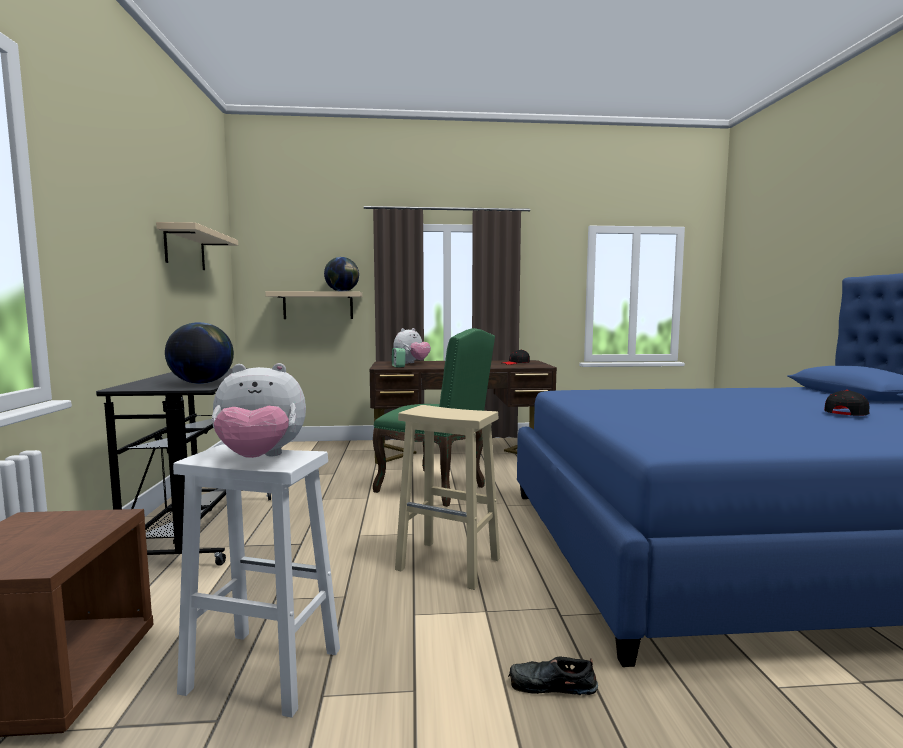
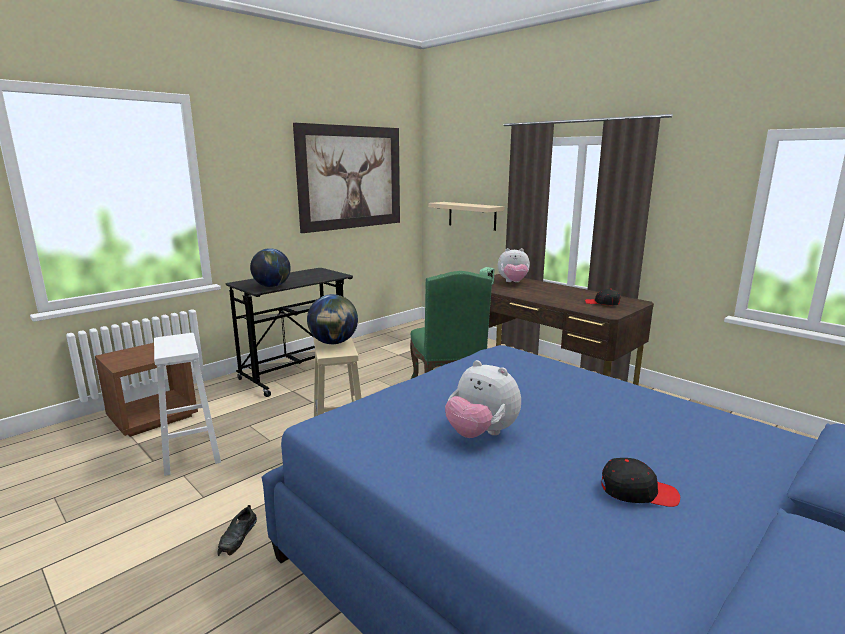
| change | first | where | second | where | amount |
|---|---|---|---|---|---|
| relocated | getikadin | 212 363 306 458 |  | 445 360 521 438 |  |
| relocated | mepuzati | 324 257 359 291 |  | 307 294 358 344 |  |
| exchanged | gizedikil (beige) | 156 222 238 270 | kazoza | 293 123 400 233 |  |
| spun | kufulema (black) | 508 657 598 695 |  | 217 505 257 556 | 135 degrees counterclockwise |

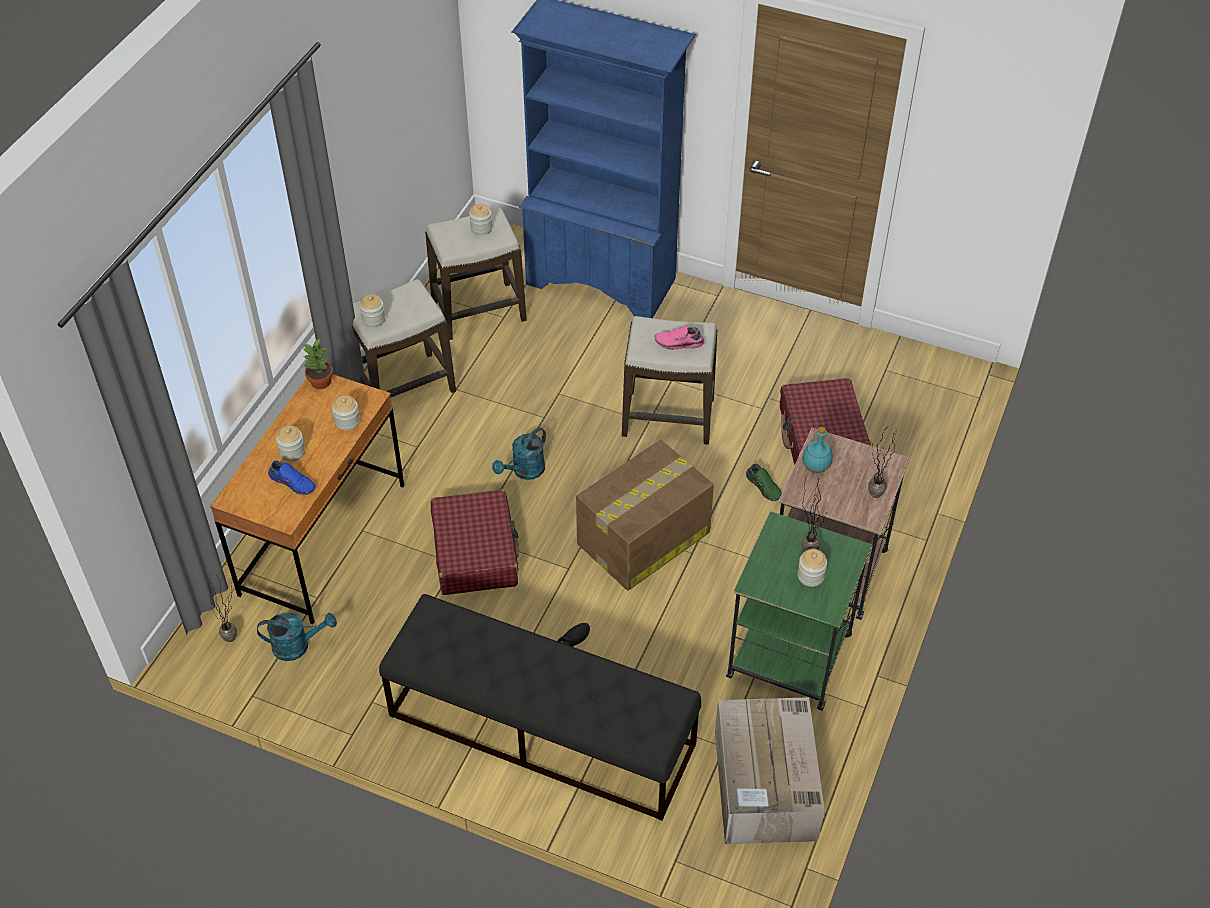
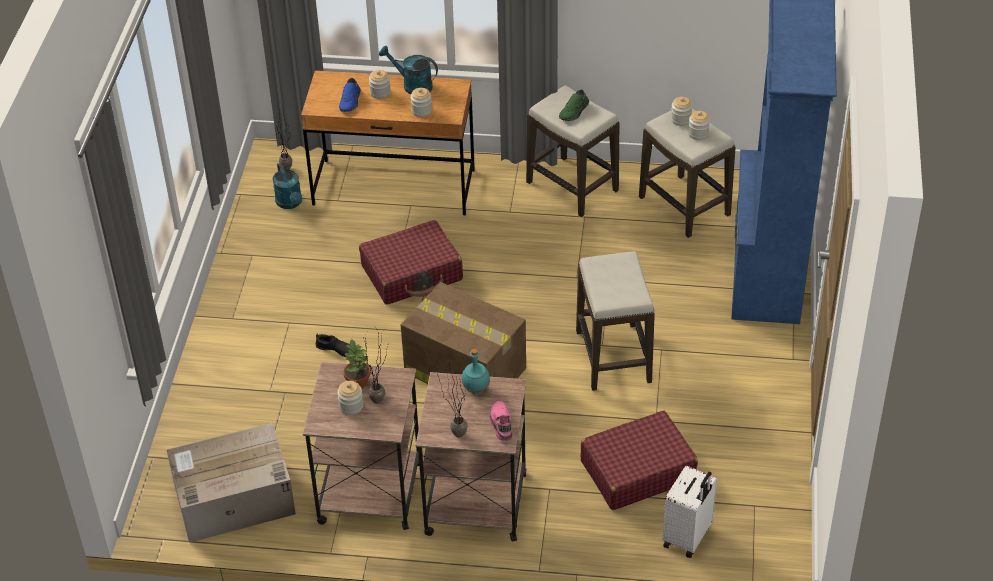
| change | first | where | second | where | amount |
|---|---|---|---|---|---|
| missing | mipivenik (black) | 379 594 701 821 |  |  |  |
| appeared |  |  | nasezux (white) | 663 465 717 558 |  |
| relocated | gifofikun | 303 339 333 389 |  | 343 338 371 388 |  |
| relocated | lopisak | 360 294 385 327 |  | 671 97 692 126 |  |
| relocated | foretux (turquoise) | 492 427 546 480 |  | 379 46 438 94 |  |
| relocated | kufulema (pink) | 654 326 704 350 |  | 489 401 513 442 |  |
| relocated | kufulema (green) | 746 464 782 501 |  | 559 90 589 121 |  |
| colour | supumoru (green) | 726 511 872 711 | supumoru (brown) | 303 362 420 530 |  |

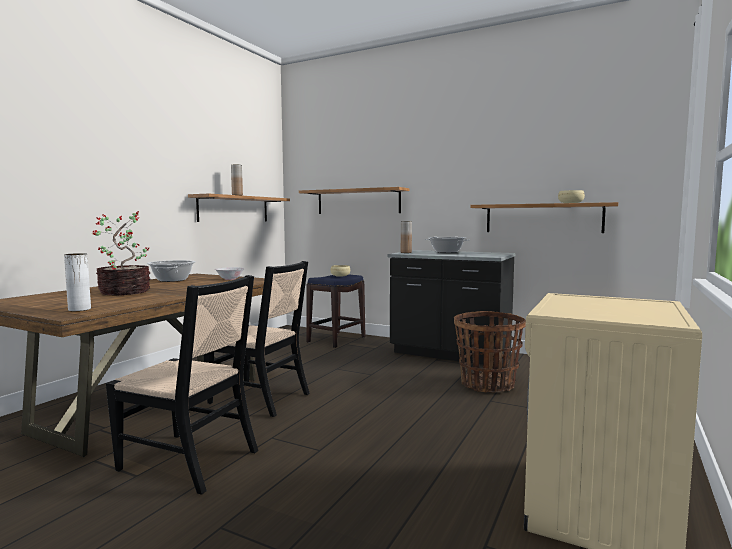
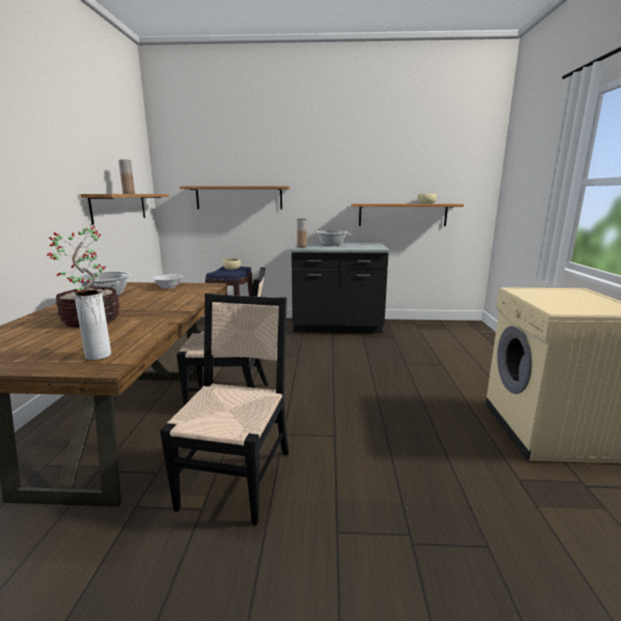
| change | first | where | second | where | amount |
|---|---|---|---|---|---|
| missing | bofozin | 454 311 526 392 |  |  |  |
| spun | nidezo | 106 275 258 495 |  | 160 293 289 525 | 75 degrees counterclockwise |

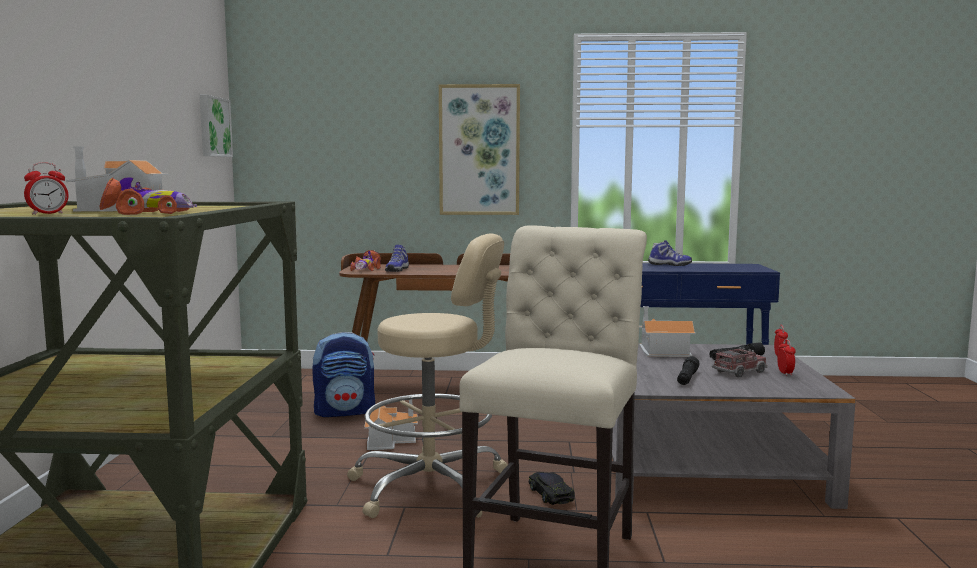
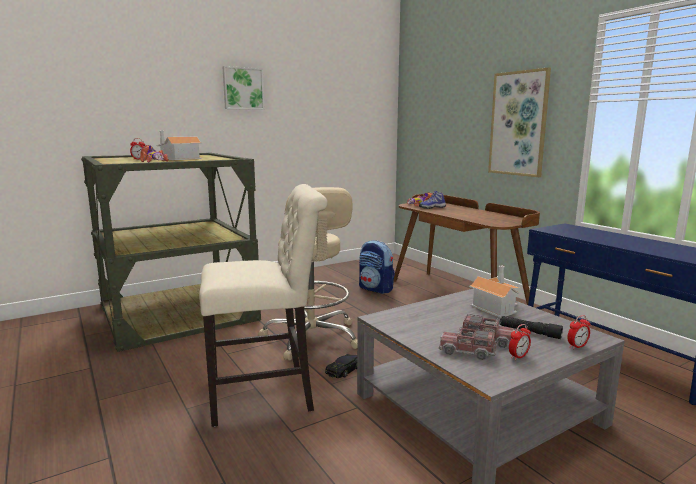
| change | first | where | second | where | amount |
|---|---|---|---|---|---|
| missing | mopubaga | 364 399 418 450 |  |  |  |
| missing | kufulema | 648 240 692 266 |  |  |  |
| missing | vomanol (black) | 677 356 699 385 |  |  |  |
| appeared |  |  | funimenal | 439 327 497 360 |  |
| relocated | kazoza | 200 95 233 157 |  | 223 66 265 110 |  |

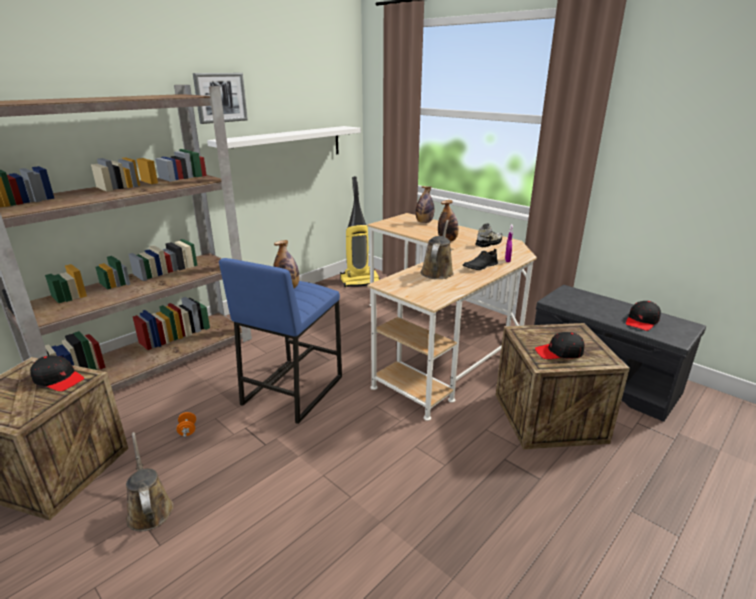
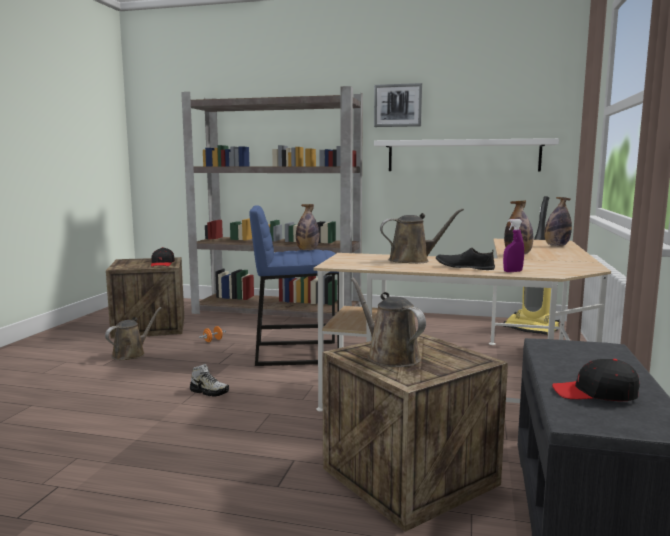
| change | first | where | second | where | amount |
|---|---|---|---|---|---|
| relocated | kufulema | 476 223 502 247 |  | 190 364 229 396 |  |
| exchanged | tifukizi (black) | 535 332 585 359 | foretux (brown) | 351 278 426 367 |  |

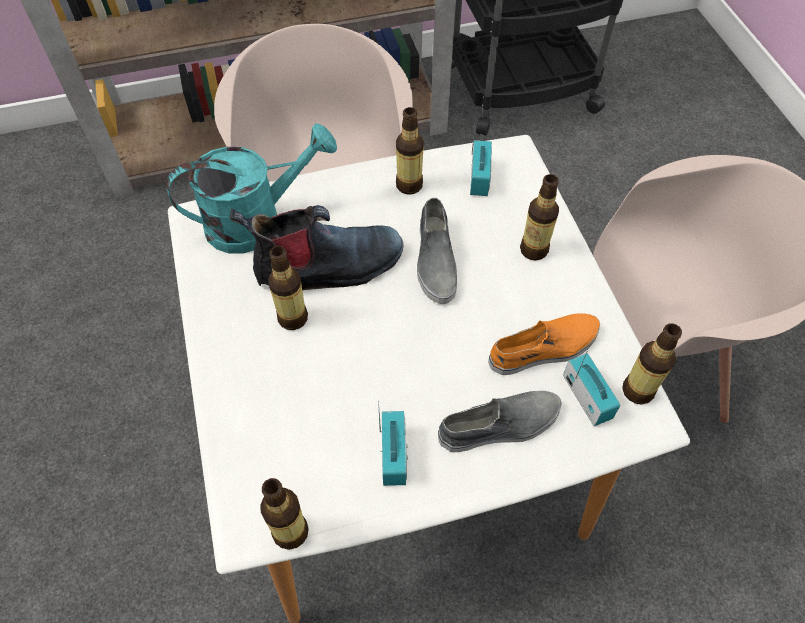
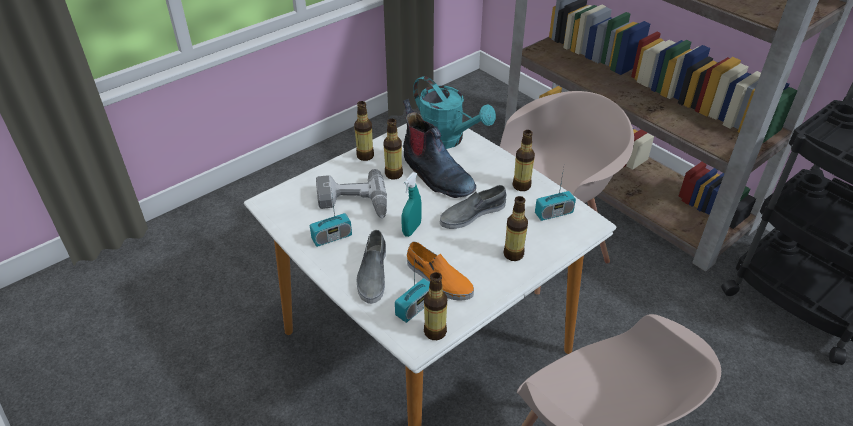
| change | first | where | second | where | amount |
|---|---|---|---|---|---|
| appeared |  |  | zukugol | 316 169 387 218 |  |
| appeared |  |  | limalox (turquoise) | 401 172 422 237 |  |
| relocated | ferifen | 260 478 309 550 |  | 354 101 374 161 |  |
| spun | kufulema (grey) | 438 391 562 452 |  | 357 230 386 304 | 45 degrees clockwise |

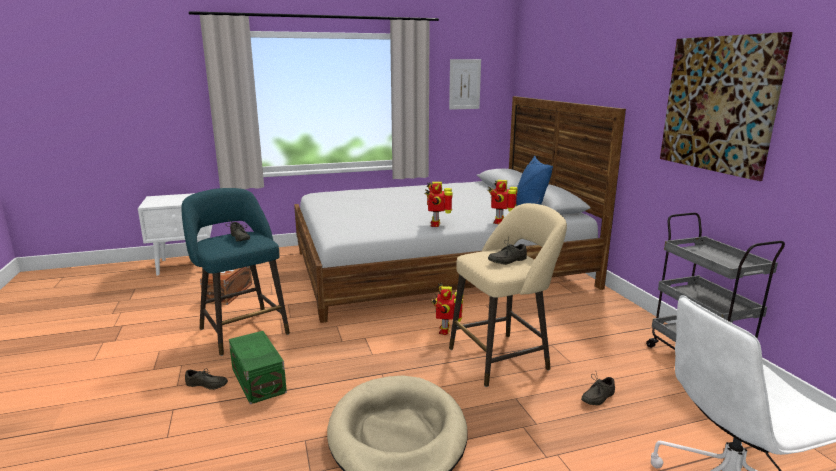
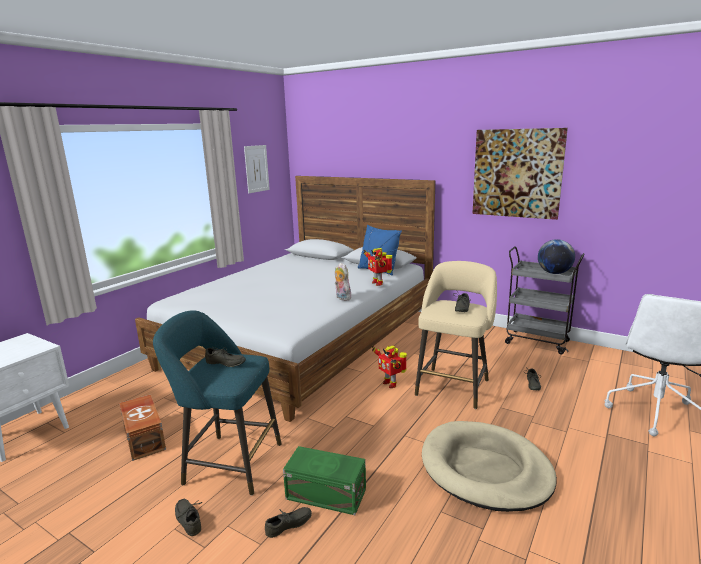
| change | first | where | second | where | amount |
|---|---|---|---|---|---|
| appeared |  |  | kufulema (grey) | 175 499 202 536 |  |
| appeared |  |  | mepuzati | 538 239 575 274 |  |
| exchanged | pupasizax | 425 182 453 227 | getikadin | 335 263 351 301 |  |

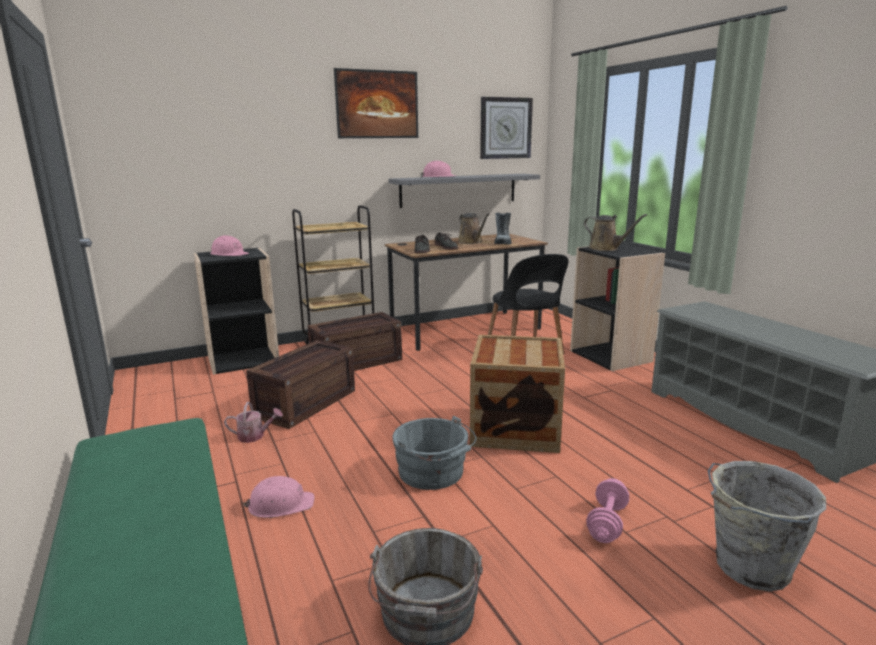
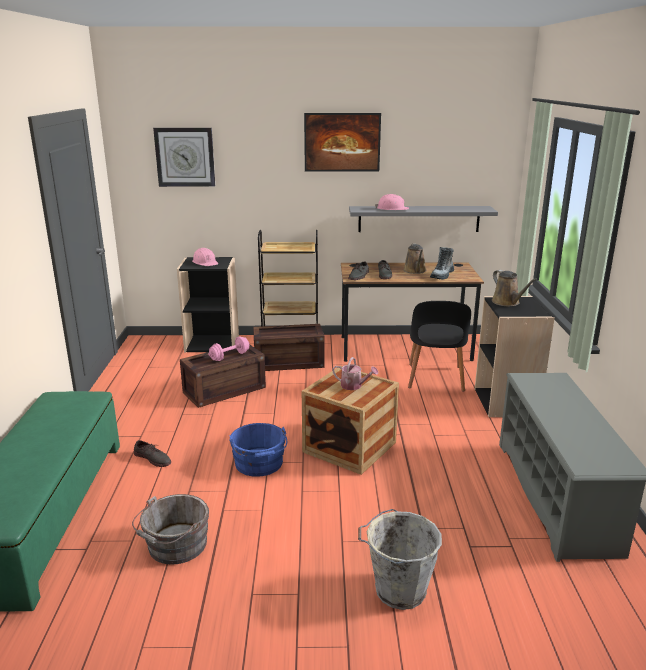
| change | first | where | second | where | amount |
|---|---|---|---|---|---|
| relocated | foretux | 224 402 283 443 |  | 333 357 378 390 |  |
| relocated | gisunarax | 480 97 533 159 |  | 153 128 215 187 |  |
| relocated | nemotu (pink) | 586 478 629 543 |  | 208 337 249 361 |  |
| exchanged | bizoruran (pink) | 243 476 314 518 | kufulema (grey) | 134 440 171 467 |  |
| colour | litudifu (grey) | 392 416 477 490 | litudifu (blue) | 229 423 287 477 |  |

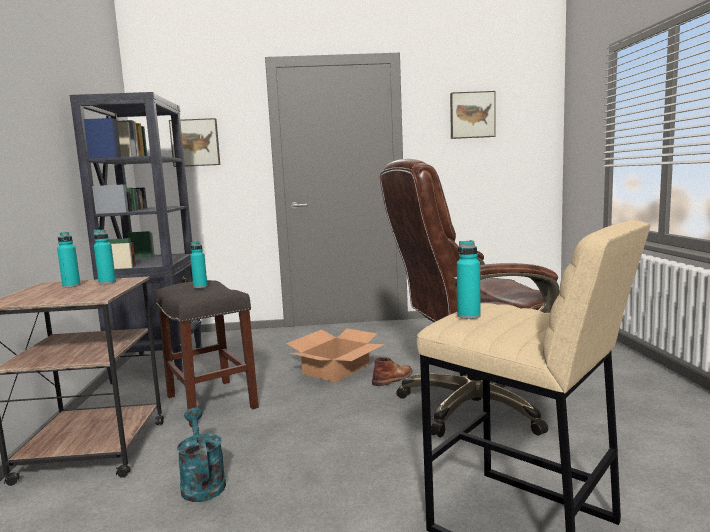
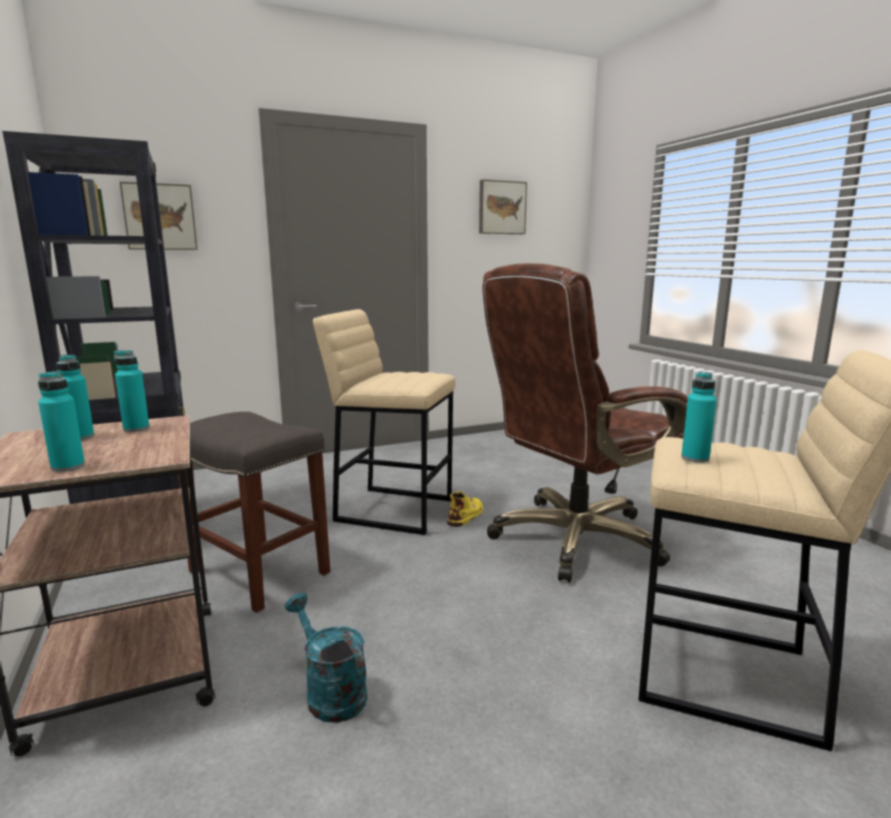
| change | first | where | second | where | amount |
|---|---|---|---|---|---|
| relocated | ferifen (turquoise) | 190 241 207 288 |  | 38 371 85 472 |  |
| exchanged | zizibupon | 286 328 385 383 | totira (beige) | 313 309 456 535 |  |
| colour | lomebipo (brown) | 372 357 413 386 | lomebipo (yellow) | 447 491 483 527 |  |

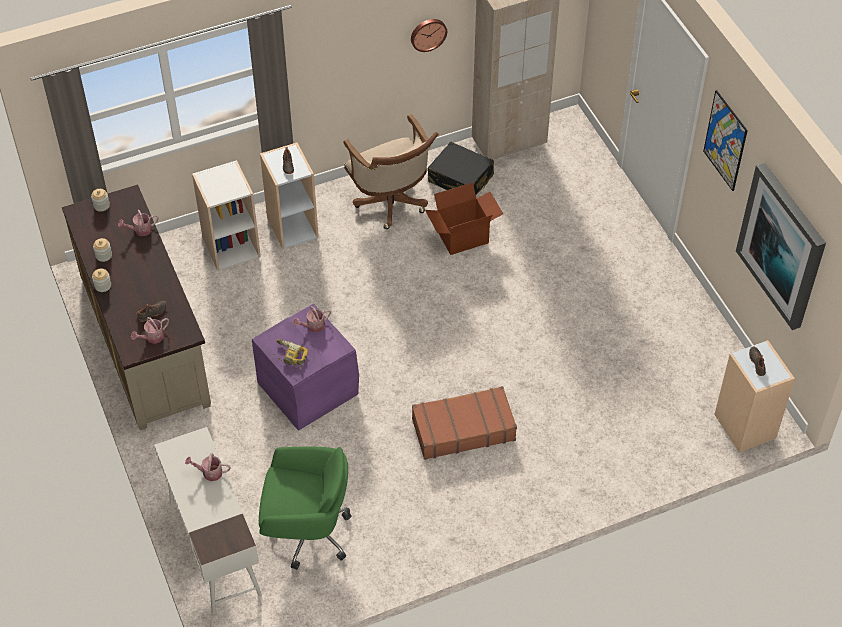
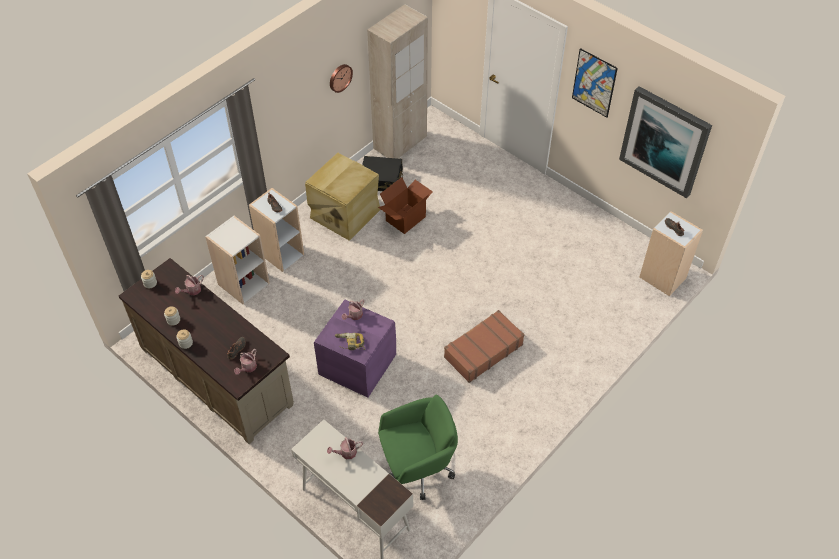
| change | first | where | second | where | amount |
|---|---|---|---|---|---|
| exchanged | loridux | 343 114 439 229 | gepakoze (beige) | 305 153 381 241 |  |

